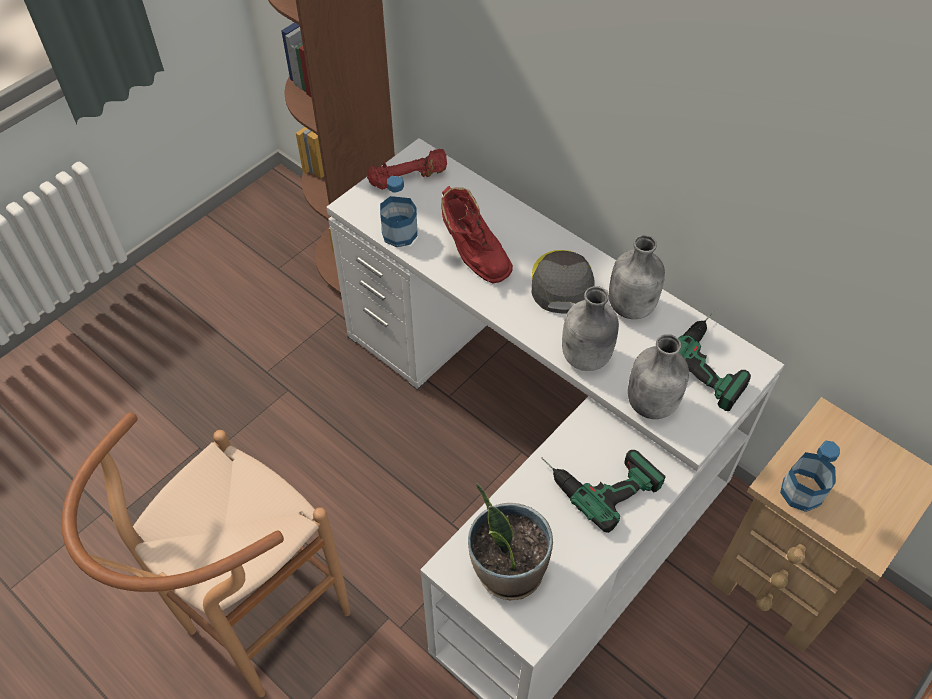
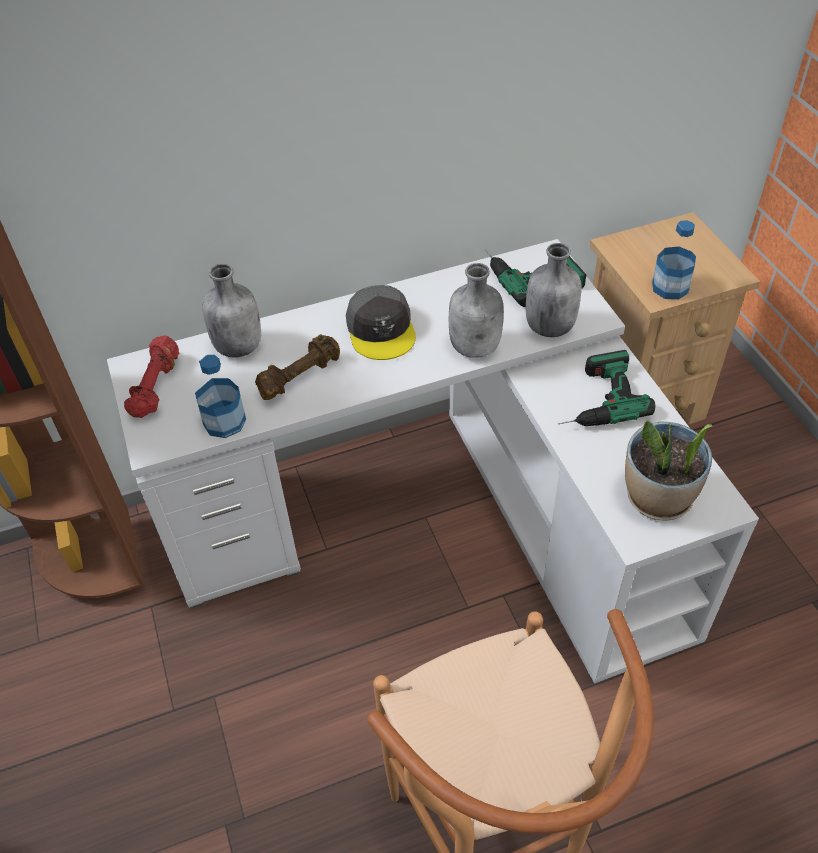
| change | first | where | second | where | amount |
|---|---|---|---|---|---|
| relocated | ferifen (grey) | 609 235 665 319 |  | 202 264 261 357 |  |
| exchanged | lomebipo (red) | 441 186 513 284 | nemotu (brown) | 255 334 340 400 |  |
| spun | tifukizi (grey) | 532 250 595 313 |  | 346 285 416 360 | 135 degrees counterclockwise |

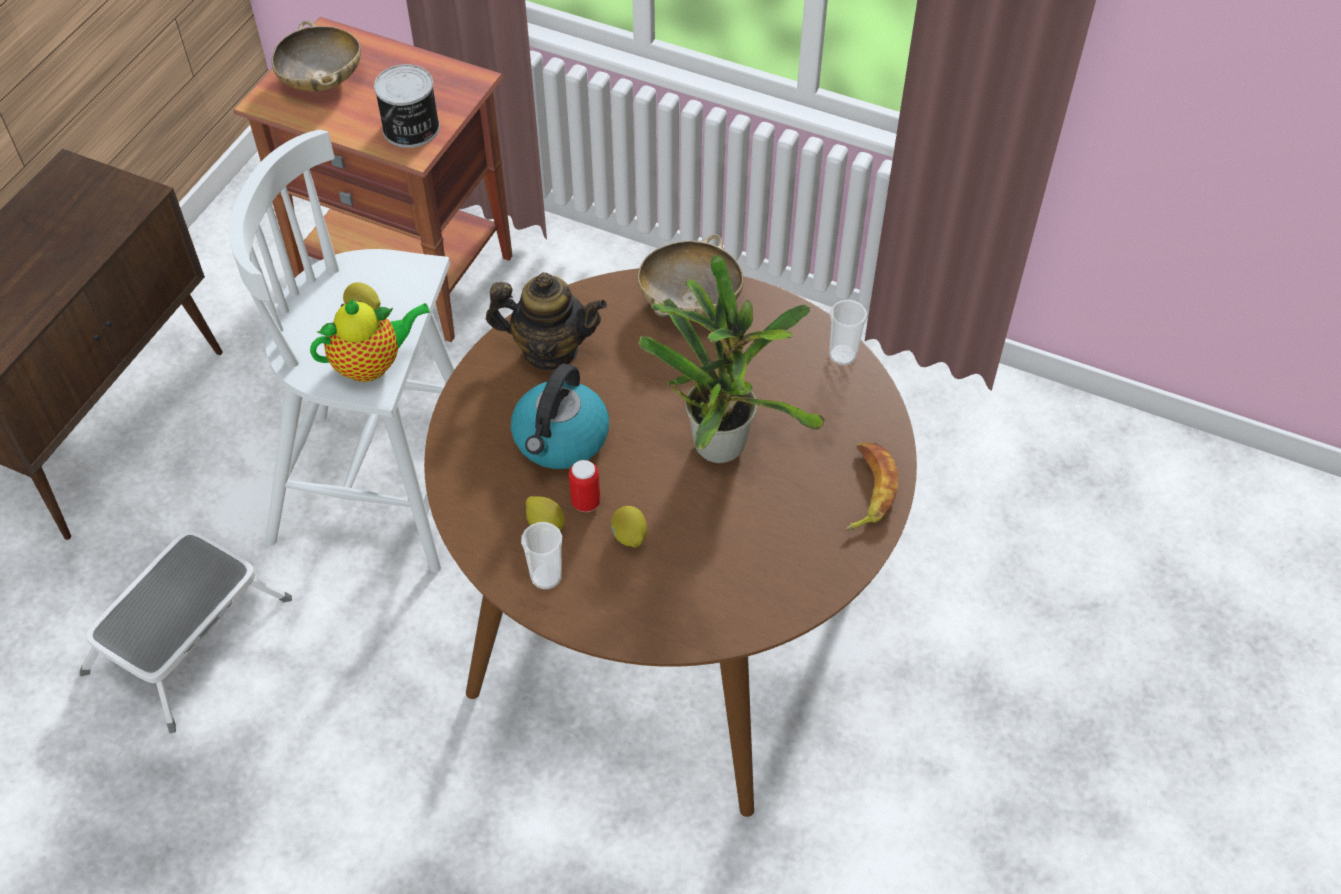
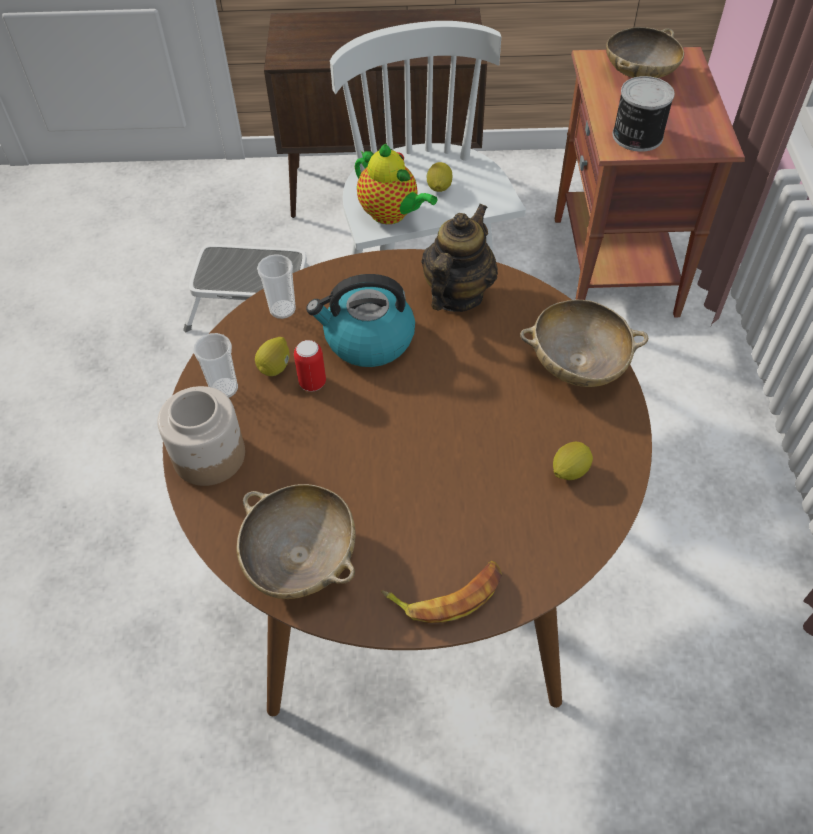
| change | first | where | second | where | amount |
|---|---|---|---|---|---|
| missing | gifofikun | 639 255 825 463 |  |  |  |
| appeared |  |  | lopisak | 157 386 245 486 |  |
| appeared |  |  | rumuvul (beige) | 236 484 355 599 |  |
| relocated | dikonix | 611 506 647 548 |  | 553 442 593 480 |  |
| relocated | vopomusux | 829 300 867 365 |  | 257 254 296 319 |  |
| spun | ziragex | 486 272 607 370 |  | 421 204 498 312 | 135 degrees counterclockwise |

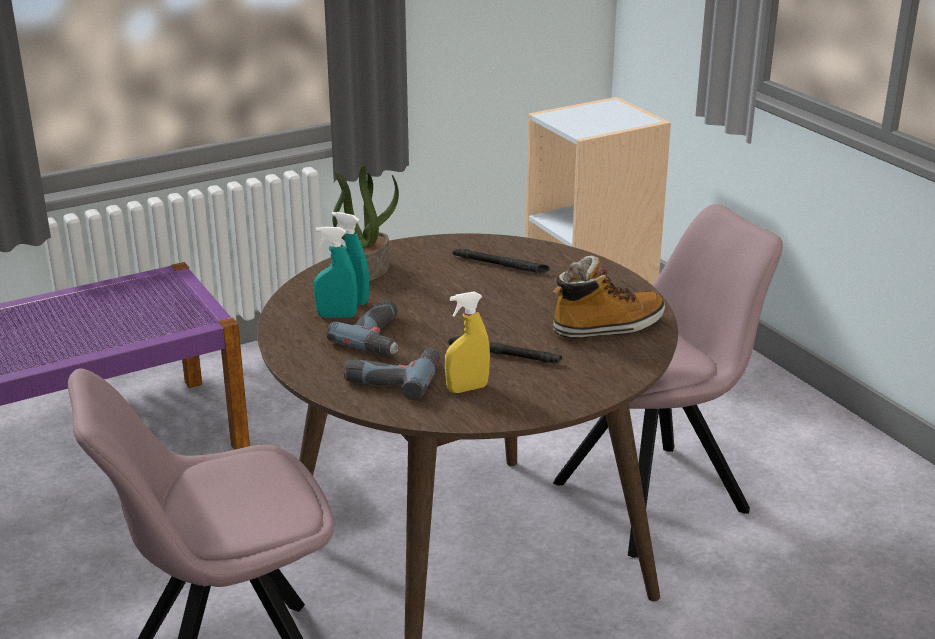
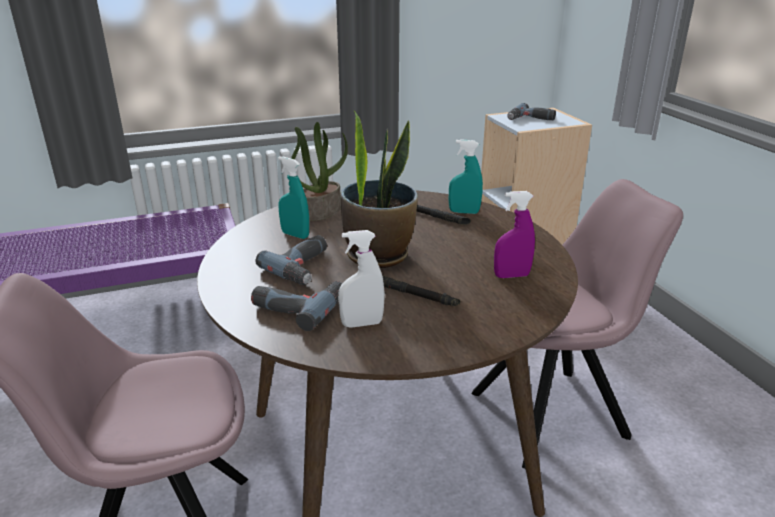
| change | first | where | second | where | amount |
|---|---|---|---|---|---|
| appeared |  |  | gifofikun | 341 111 418 268 |  |
| appeared |  |  | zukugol | 507 103 556 120 |  |
| relocated | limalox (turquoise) | 314 227 357 318 |  | 449 139 483 214 |  |
| exchanged | lomebipo | 553 256 665 338 | limalox (purple) | 494 191 535 278 |  |
| colour | limalox (yellow) | 445 292 490 393 | limalox (white) | 338 230 385 328 |  |

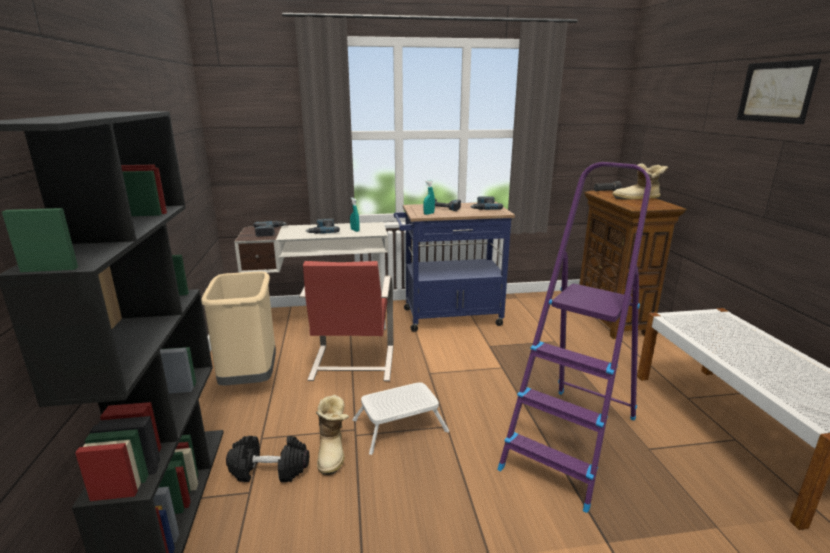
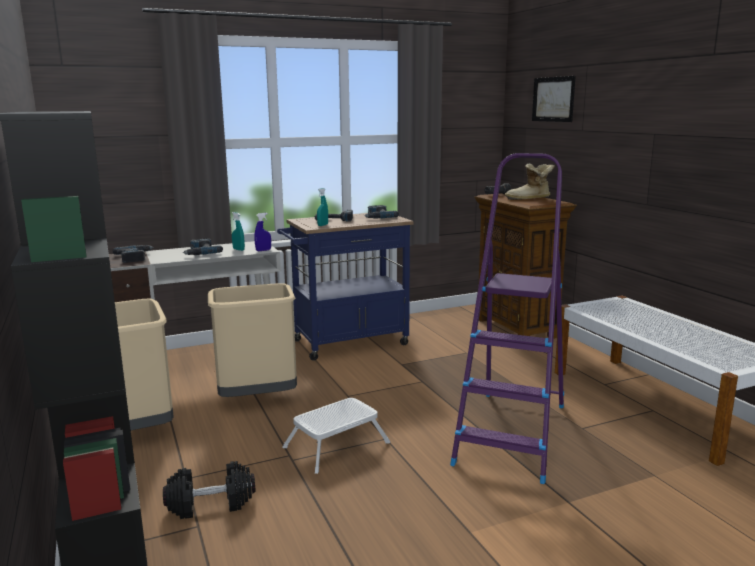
| change | first | where | second | where | amount |
|---|---|---|---|---|---|
| missing | lomebipo | 316 395 349 475 |  |  |  |
| appeared |  |  | limalox (blue) | 254 213 271 251 |  |
| relocated | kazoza | 737 59 821 124 |  | 532 76 576 122 |  |
| exchanged | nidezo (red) | 299 261 393 381 | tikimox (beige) | 208 283 297 397 |  |

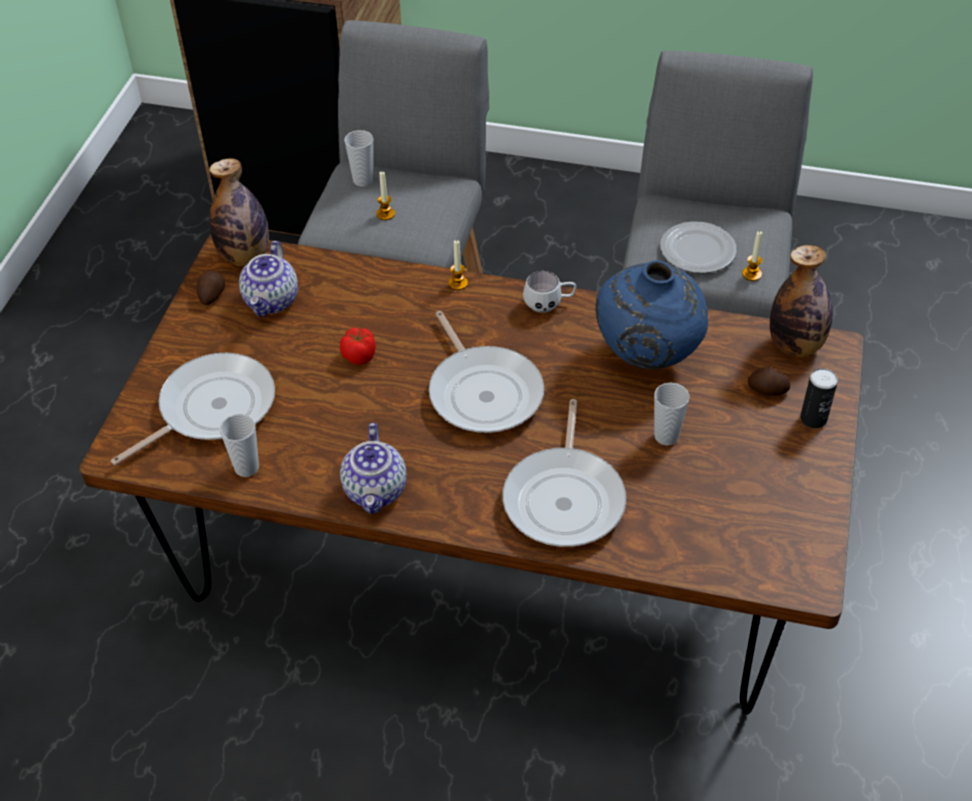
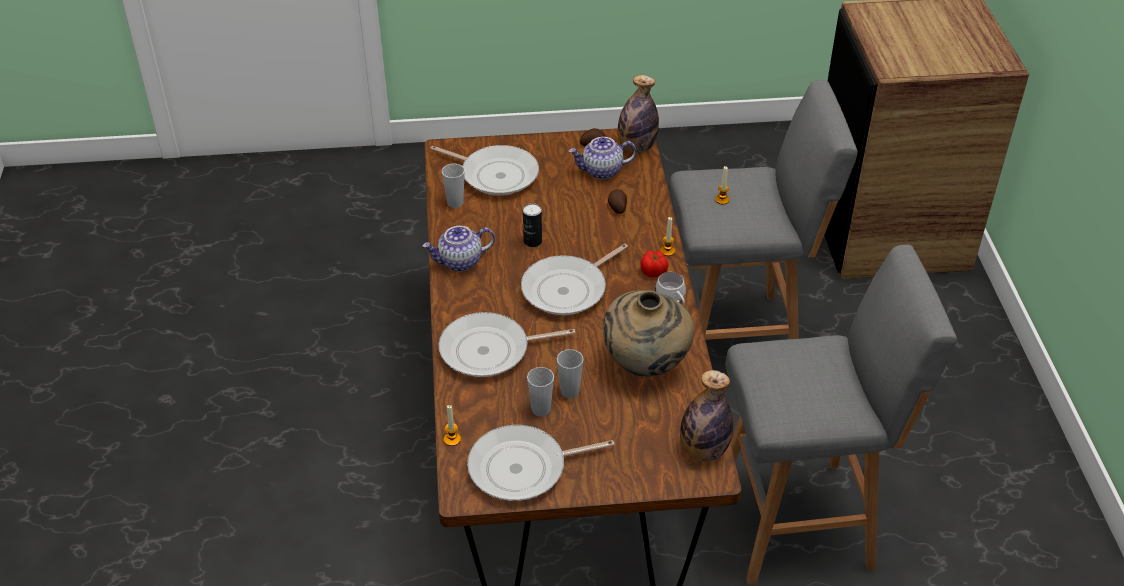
| change | first | where | second | where | amount |
|---|---|---|---|---|---|
| missing | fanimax | 660 221 737 273 |  |  |  |
| appeared |  |  | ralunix | 467 425 615 501 |  |
| relocated | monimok | 340 328 376 365 |  | 640 251 669 277 |  |
| relocated | vopomusux | 344 130 373 186 |  | 527 367 554 417 |  |
| relocated | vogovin | 742 231 762 281 |  | 444 405 461 446 |  |
| relocated | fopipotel | 748 367 790 396 |  | 608 189 627 214 |  |
| relocated | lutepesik | 800 368 838 428 |  | 523 203 542 247 |  |
| colour | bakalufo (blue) | 595 260 708 369 | bakalufo (beige) | 603 290 694 377 |  |

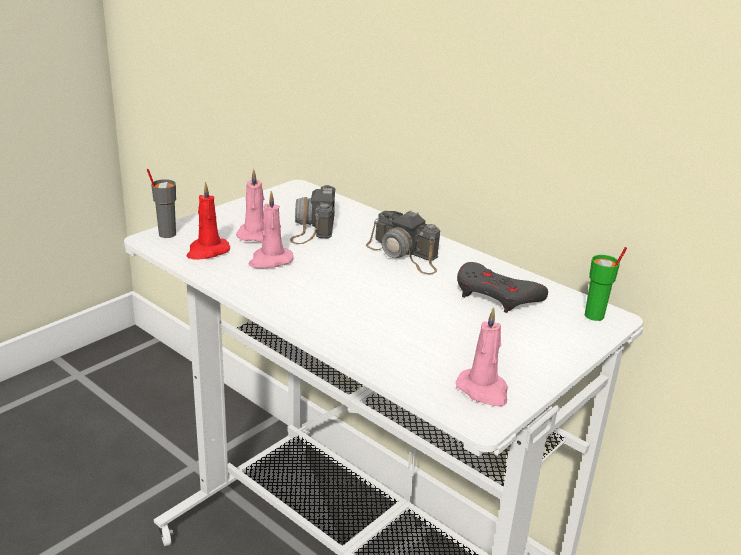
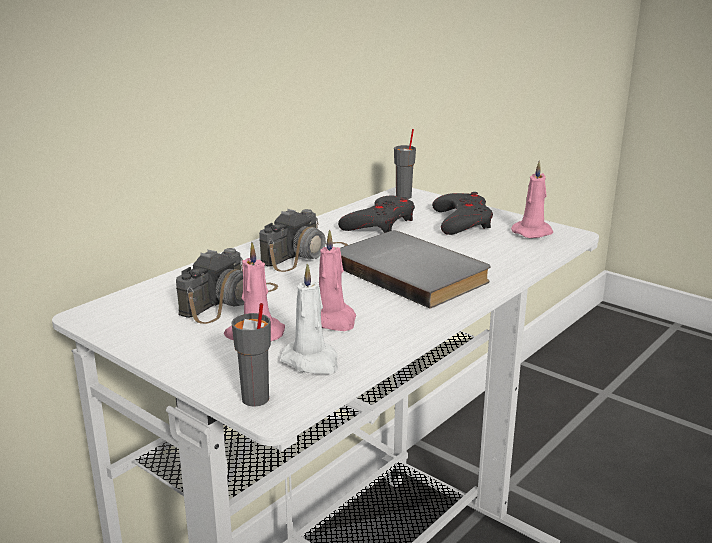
| change | first | where | second | where | amount |
|---|---|---|---|---|---|
| appeared |  |  | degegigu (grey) | 340 231 491 309 |  |
| appeared |  |  | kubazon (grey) | 432 192 493 235 |  |
| colour | vogovin (red) | 187 182 230 260 | vogovin (white) | 280 263 338 374 |  |
| colour | vopomusux (green) | 585 247 627 321 | vopomusux (grey) | 394 129 416 199 |  |
| spun | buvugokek | 290 185 335 244 |  | 176 248 278 324 | 60 degrees counterclockwise |

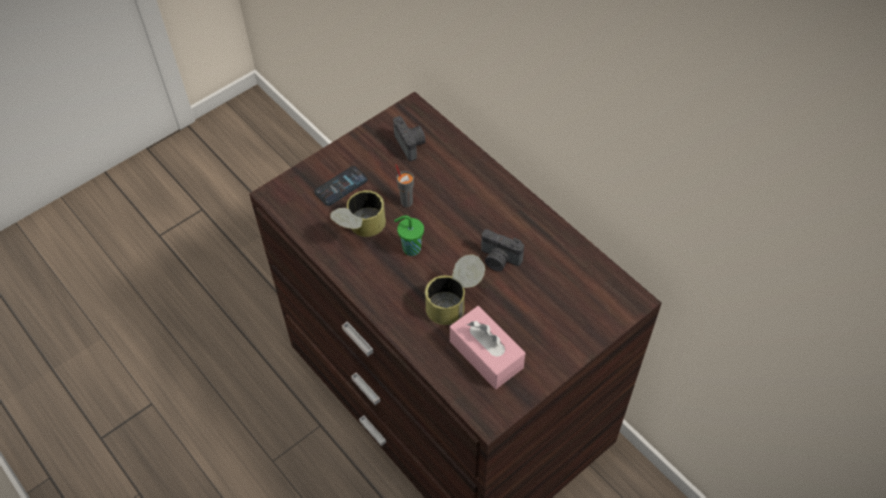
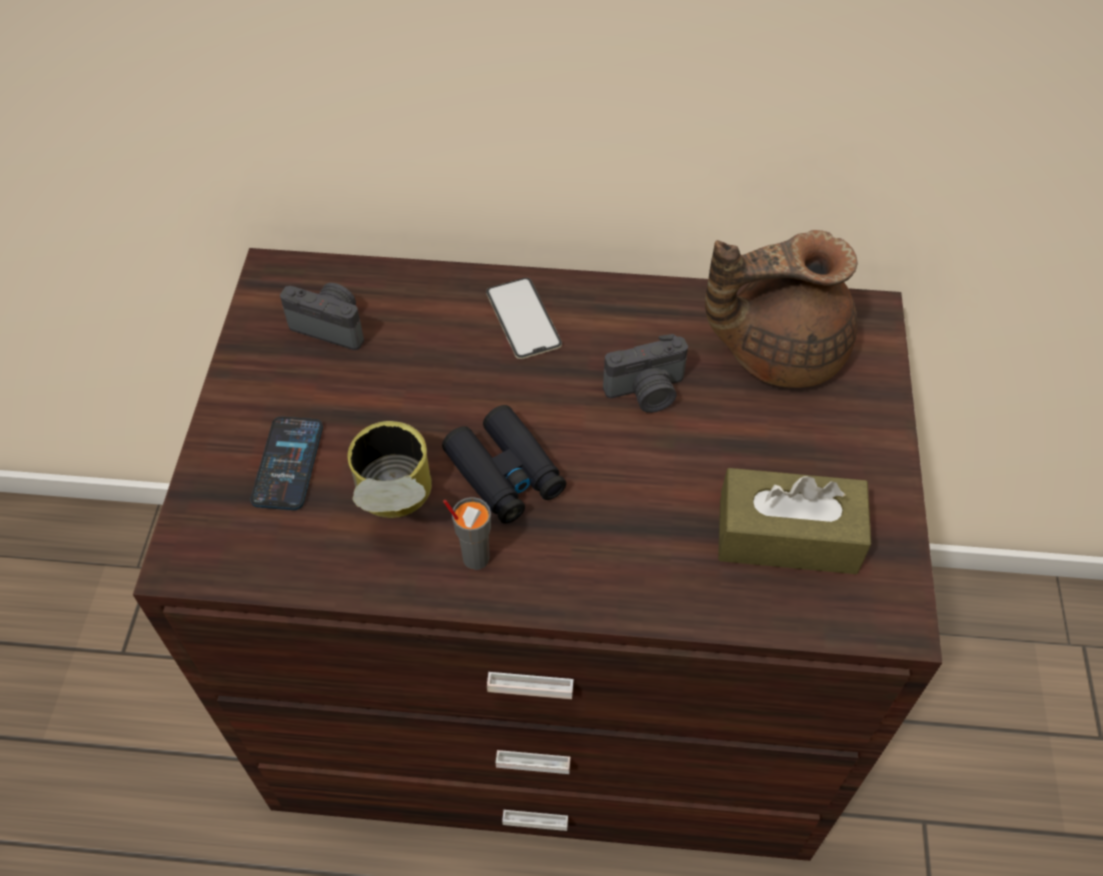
| change | first | where | second | where | amount |
|---|---|---|---|---|---|
| missing | lutepesik | 425 255 485 325 |  |  |  |
| appeared |  |  | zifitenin | 486 278 562 359 |  |
| appeared |  |  | ziragex (brown) | 705 230 857 388 |  |
| relocated | vopomusux (grey) | 395 164 414 207 |  | 443 497 491 570 |  |
| exchanged | vopomusux (green) | 394 215 424 256 | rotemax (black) | 442 405 566 524 |  |
| colour | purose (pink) | 450 306 525 389 | purose (brown) | 718 468 871 574 |  |

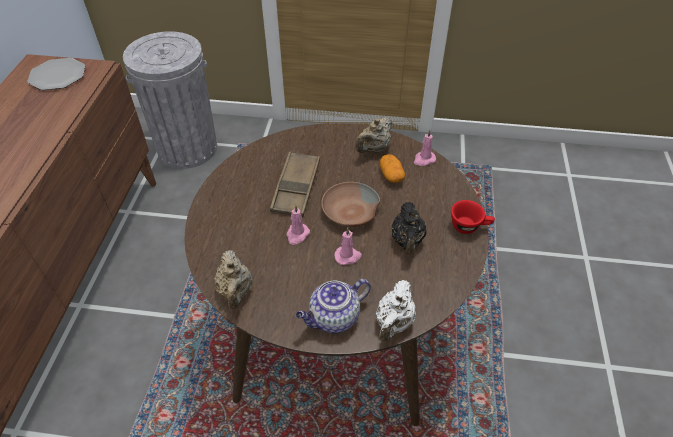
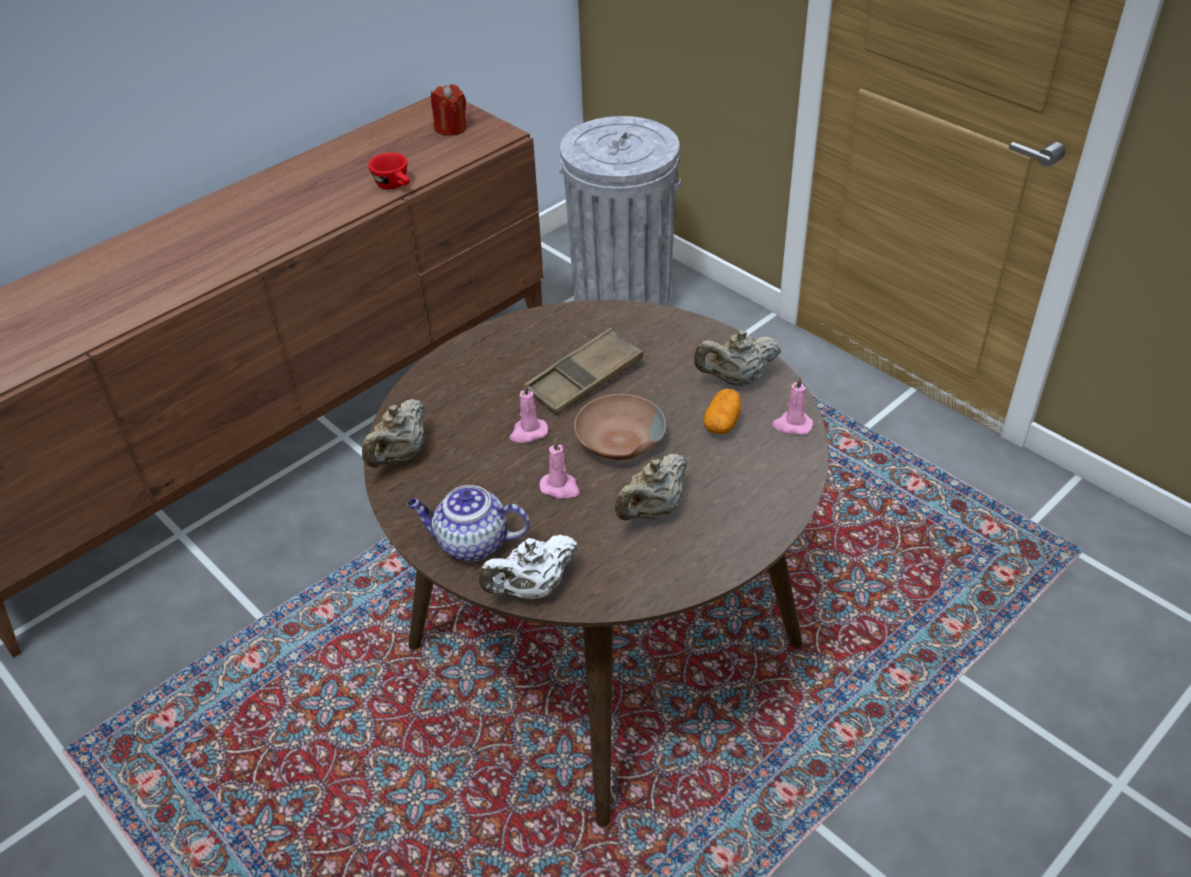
| change | first | where | second | where | amount |
|---|---|---|---|---|---|
| relocated | vopomusux (red) | 451 200 495 234 |  | 368 153 410 189 |  |
| exchanged | fanimax | 27 58 85 90 | vogovin (red) | 431 84 467 136 |  |
| colour | ziragex (black) | 392 202 427 254 | ziragex (beige) | 615 453 687 521 |  |

